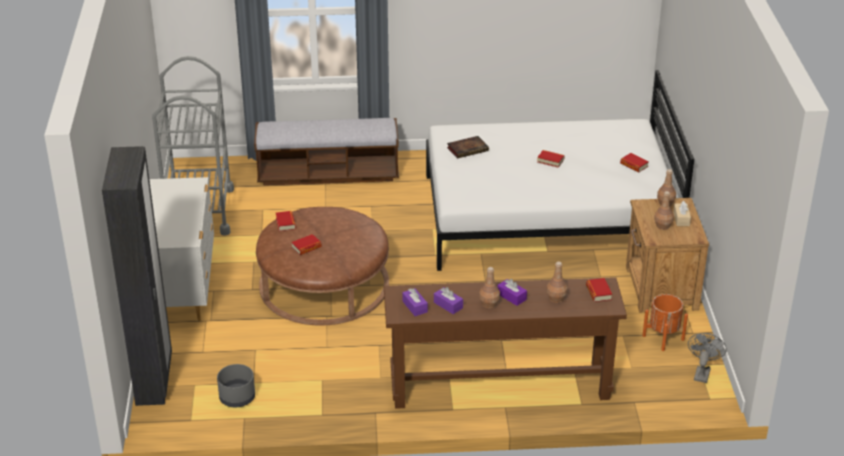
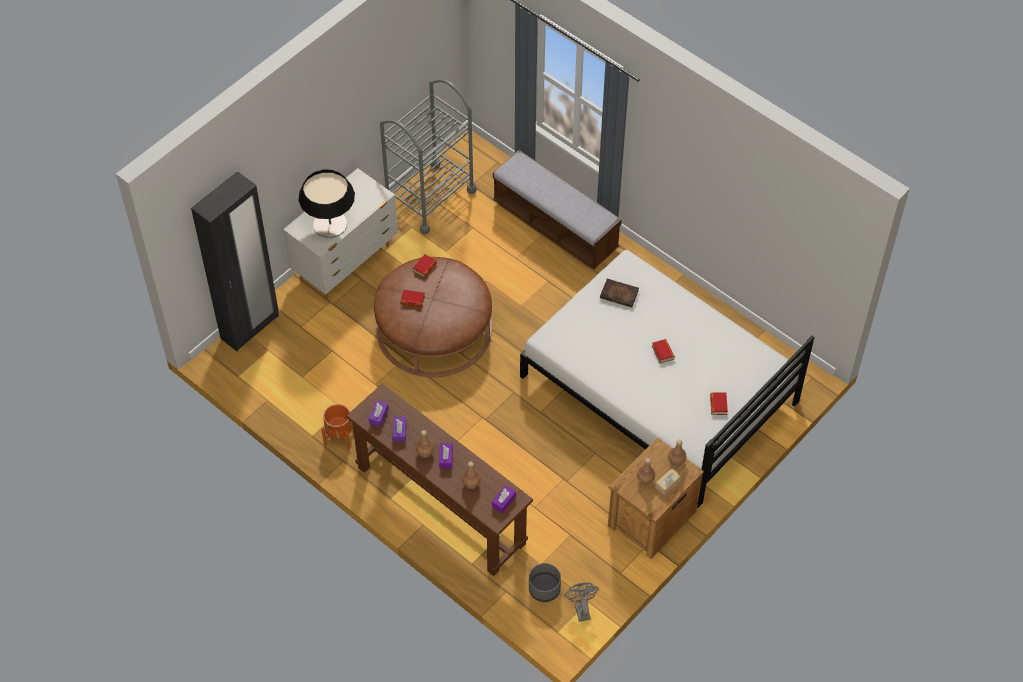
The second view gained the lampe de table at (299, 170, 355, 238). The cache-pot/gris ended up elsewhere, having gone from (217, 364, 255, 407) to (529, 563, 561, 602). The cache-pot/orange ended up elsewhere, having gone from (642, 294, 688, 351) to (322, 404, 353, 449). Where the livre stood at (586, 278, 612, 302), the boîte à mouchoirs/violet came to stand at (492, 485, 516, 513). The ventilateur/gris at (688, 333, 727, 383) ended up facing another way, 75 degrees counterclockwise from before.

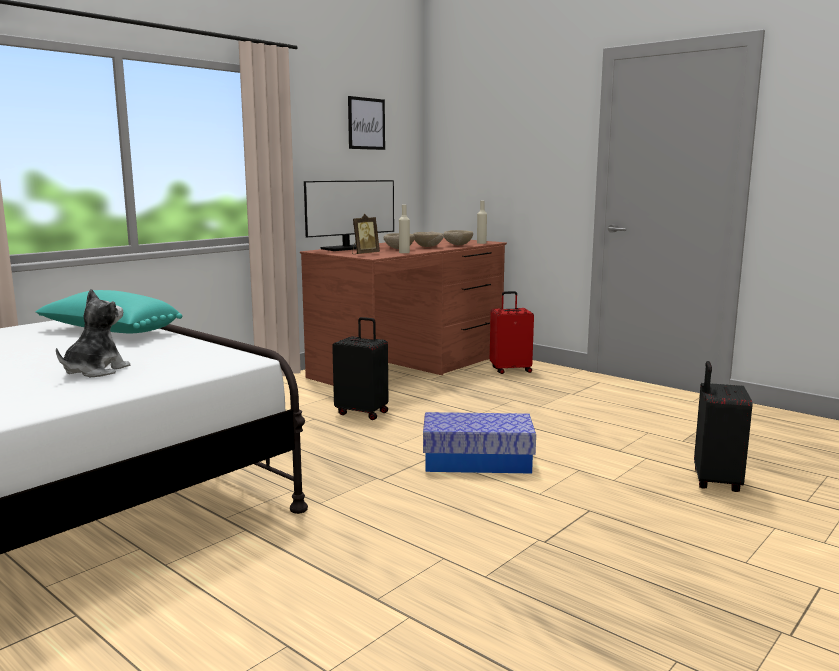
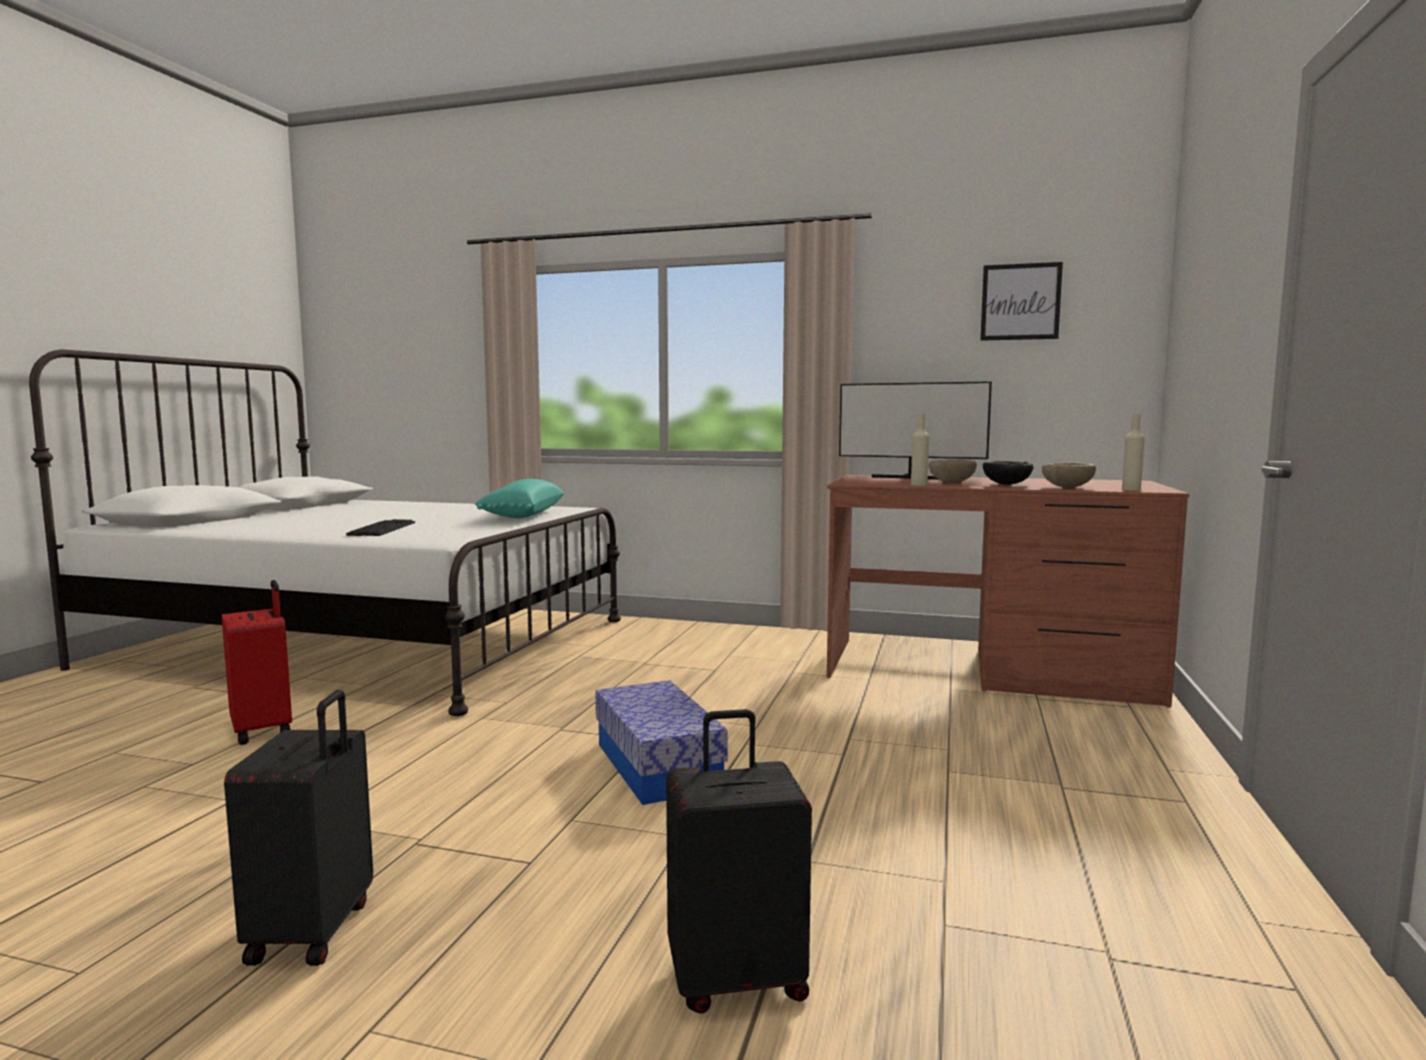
The second view lost the cadre photo at (352, 214, 380, 254). The valise/noir ended up elsewhere, having gone from (332, 317, 388, 420) to (224, 690, 373, 966). The valise/rouge ended up elsewhere, having gone from (490, 291, 534, 374) to (222, 580, 292, 745). Where the peluche stood at (56, 289, 130, 377), the clavier came to stand at (346, 519, 415, 536). What was the bol/beige at (414, 231, 444, 247) turned into the bol/noir at (983, 461, 1034, 485).

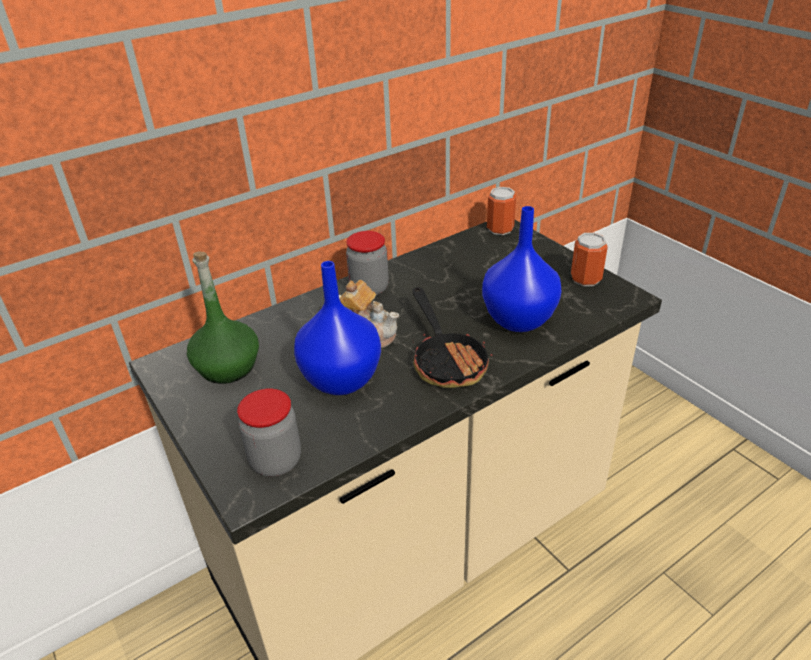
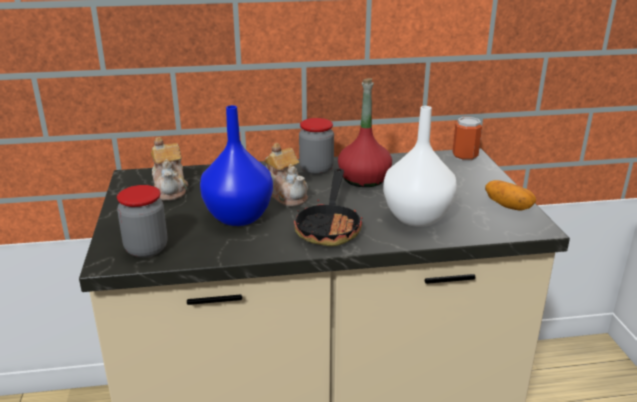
The second view gained the bouteille/rouge at (338, 78, 392, 187). Where the bouteille/vert stood at (187, 252, 259, 384), the théière came to stand at (151, 137, 188, 200). Where the boîte métallique stood at (571, 233, 608, 286), the pomme de terre came to stand at (485, 180, 536, 210). What was the vase/bleu at (482, 206, 561, 332) turned into the vase/blanc at (384, 106, 457, 227).

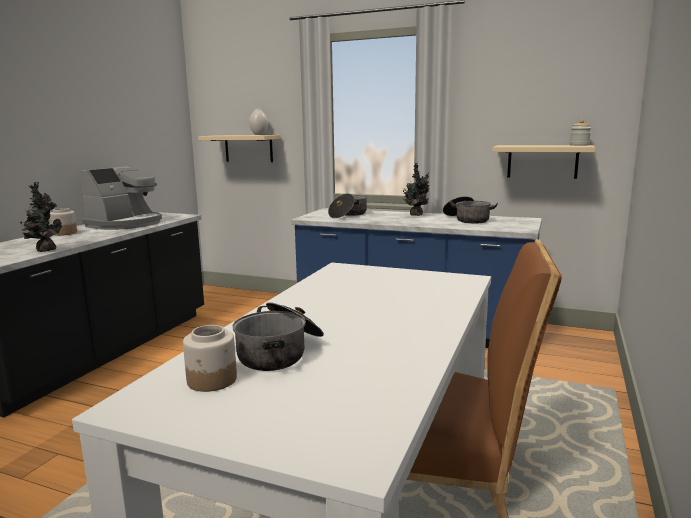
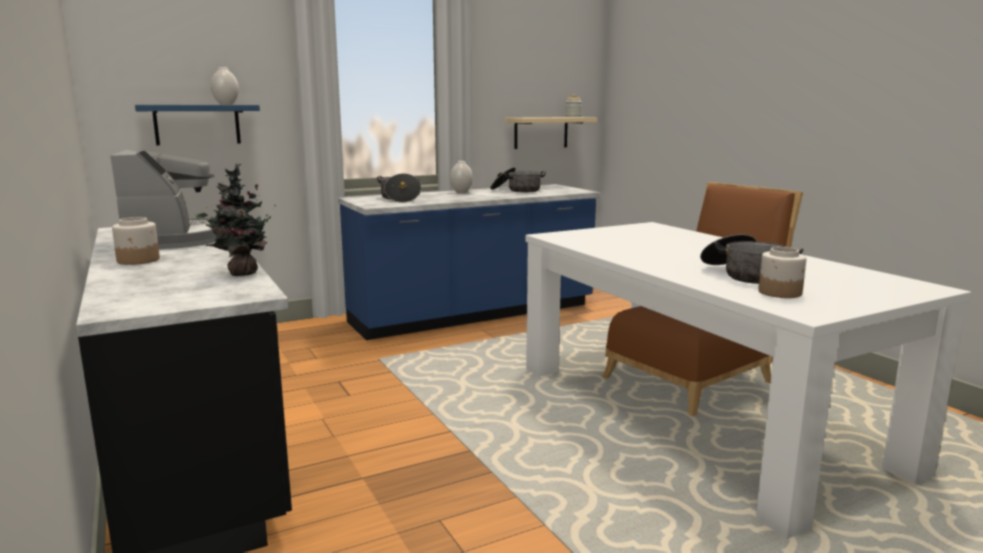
Where the plante en pot stood at (402, 163, 429, 216), the vase/blanc came to stand at (450, 161, 473, 193). What was the étagère/beige at (198, 135, 281, 162) turned into the étagère/bleu at (135, 105, 260, 145).

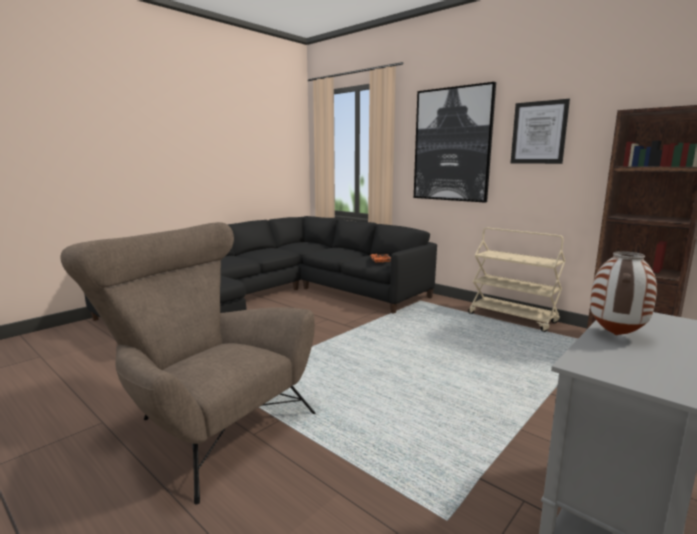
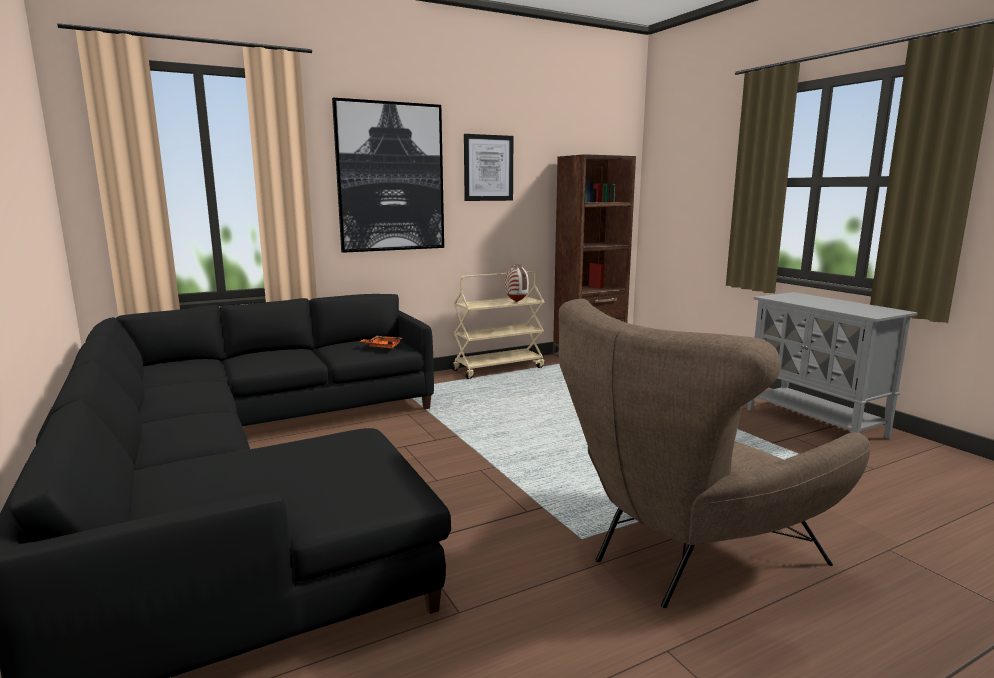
The vase ended up elsewhere, having gone from (590, 251, 657, 335) to (505, 265, 529, 302).

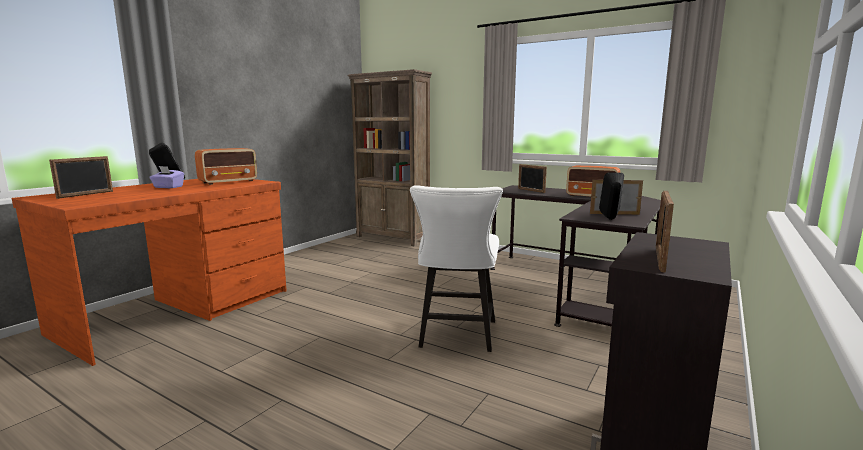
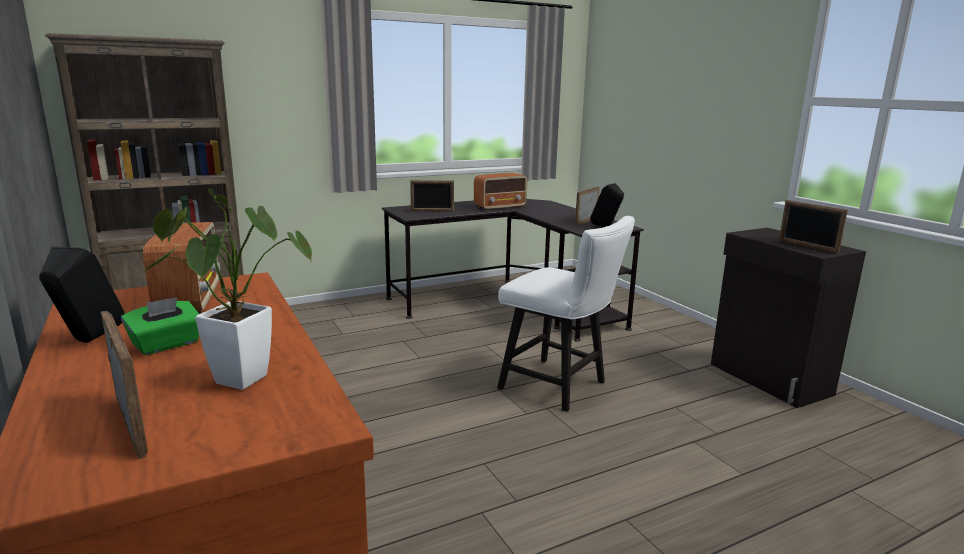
The second view gained the plante en pot at (143, 188, 312, 390). What was the boîte à mouchoirs/violet at (149, 166, 184, 188) turned into the boîte à mouchoirs/vert at (121, 297, 199, 355).

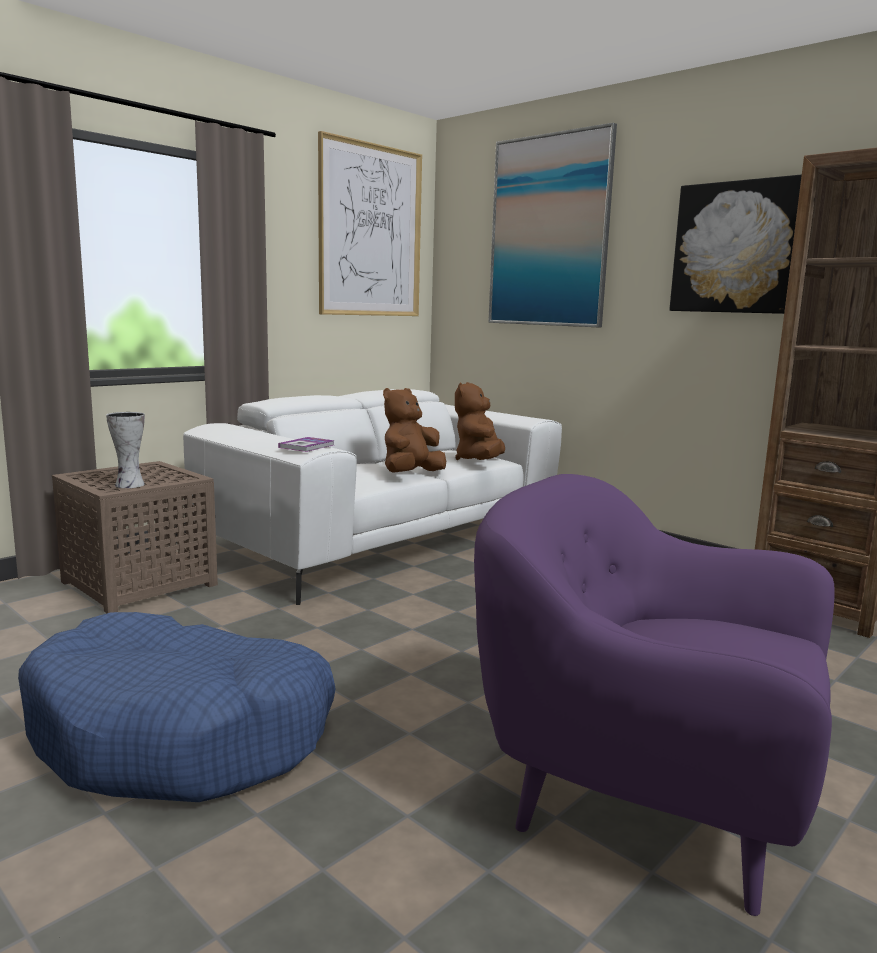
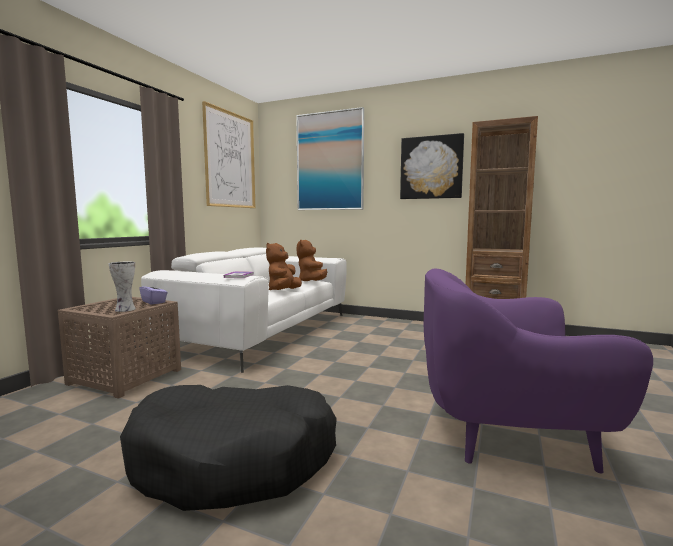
The second view gained the boîte à mouchoirs/violet at (139, 281, 168, 305). What was the panier pour chien/bleu at (18, 612, 336, 802) turned into the panier pour chien/noir at (120, 385, 337, 511).

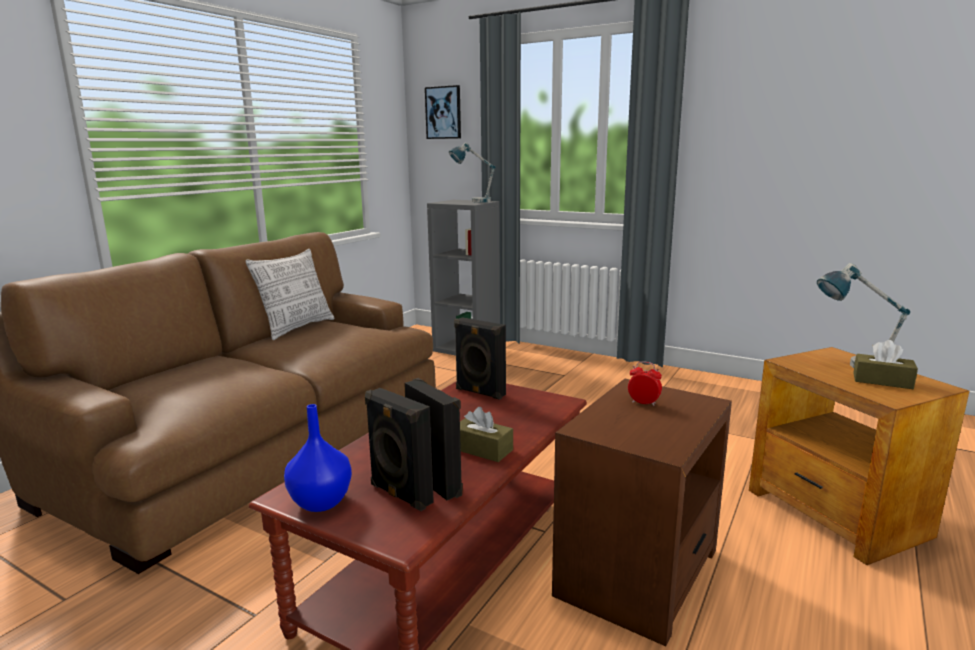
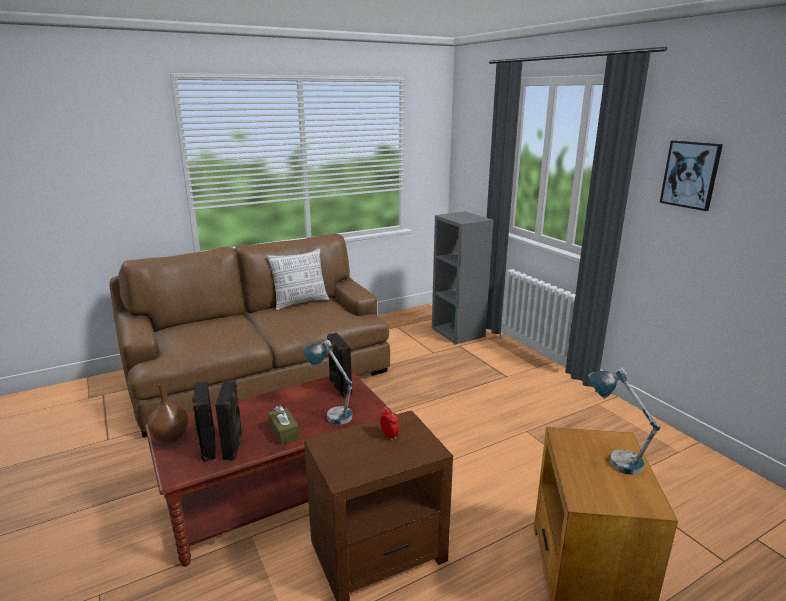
The second view lost the boîte à mouchoirs/marron at (853, 340, 918, 389). The tableau ended up elsewhere, having gone from (425, 85, 461, 139) to (660, 140, 723, 211). The lampe de table ended up elsewhere, having gone from (449, 142, 496, 203) to (303, 340, 353, 425). What was the vase/bleu at (284, 404, 352, 512) turned into the vase/marron at (148, 383, 188, 443).

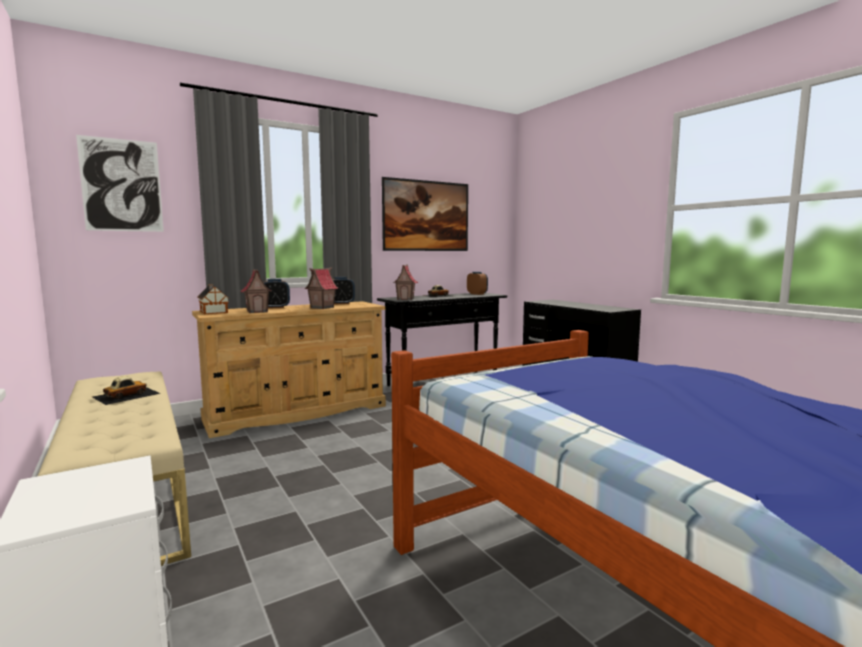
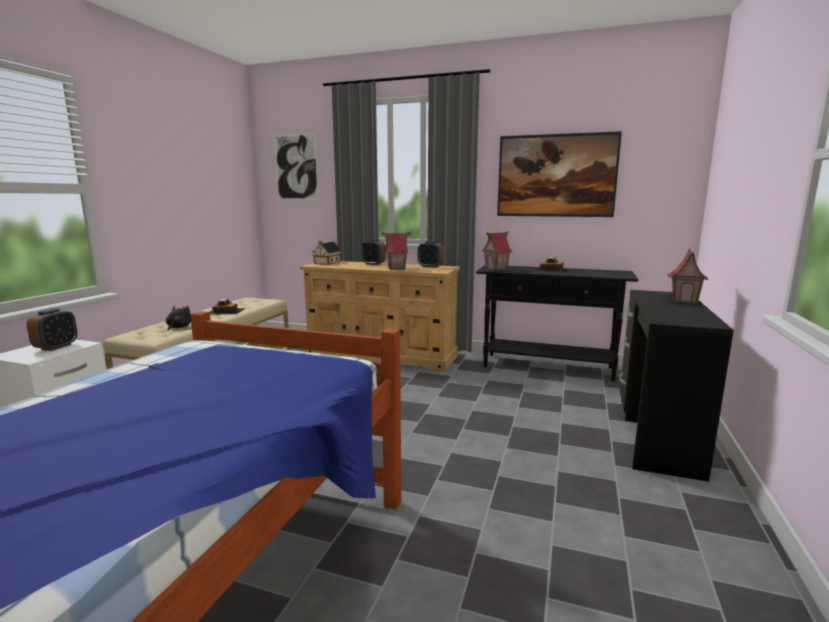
The second view gained the peluche/noir at (166, 306, 191, 331). The maison miniature ended up elsewhere, having gone from (240, 268, 273, 313) to (667, 249, 709, 304). The réveil ended up elsewhere, having gone from (467, 272, 488, 295) to (27, 308, 78, 351).

